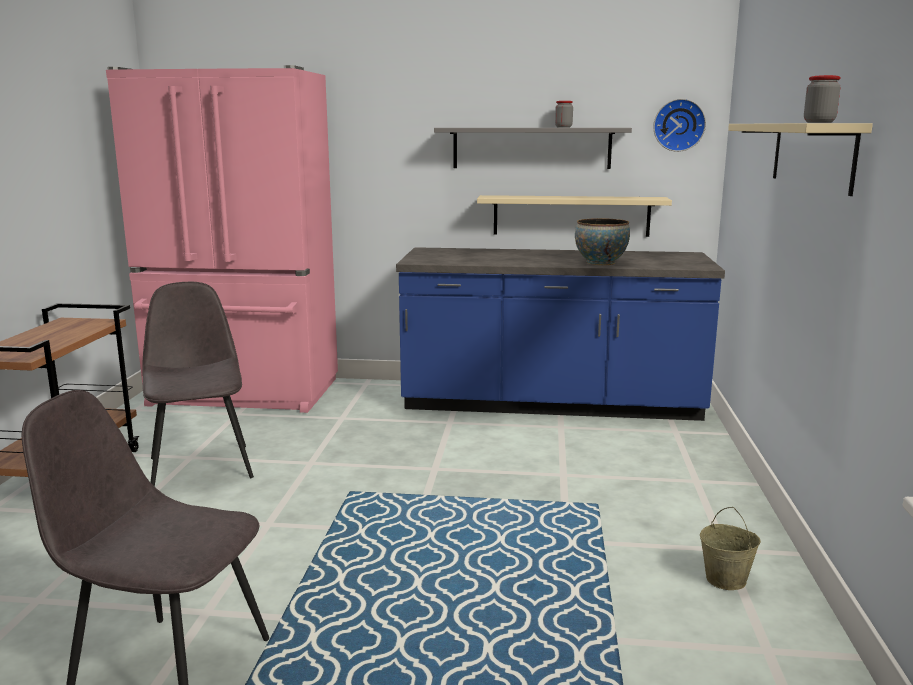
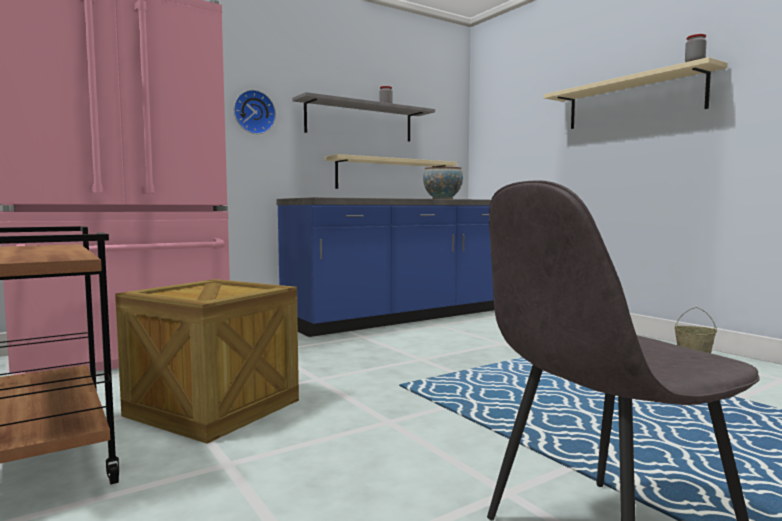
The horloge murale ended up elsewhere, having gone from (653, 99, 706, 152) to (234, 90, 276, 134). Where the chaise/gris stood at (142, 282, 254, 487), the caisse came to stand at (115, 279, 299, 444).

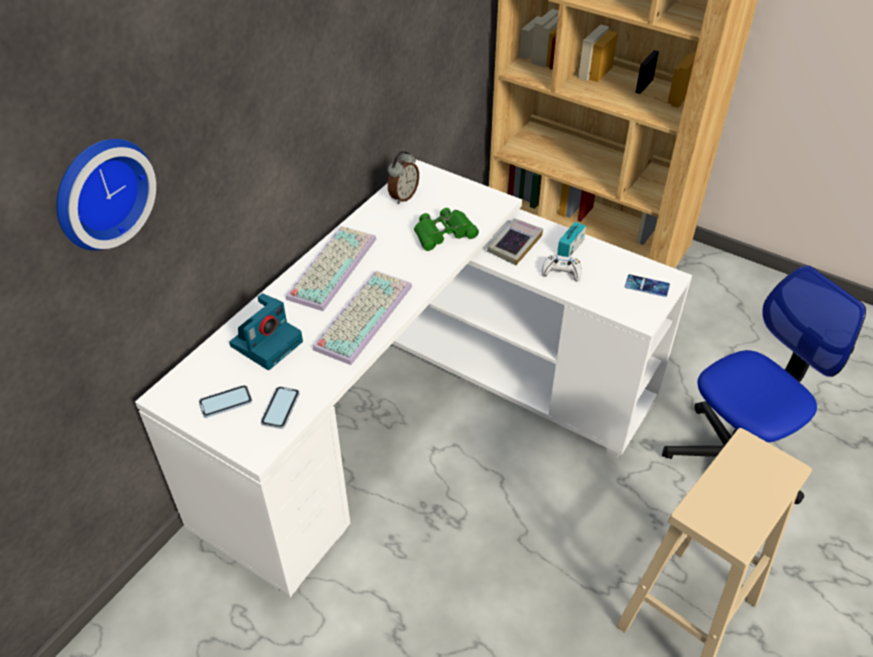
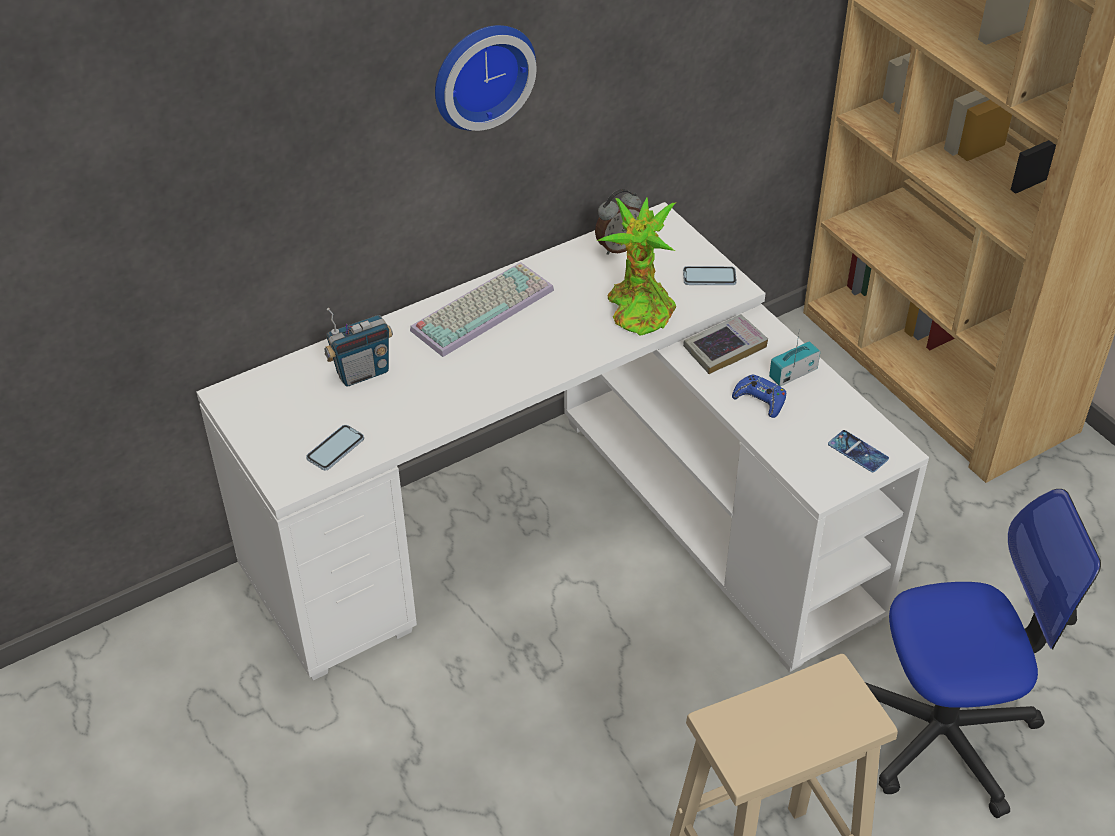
The second view lost the clavier at (313, 271, 412, 365). The horloge murale ended up elsewhere, having gone from (56, 139, 156, 250) to (435, 25, 536, 131). The téléphone ended up elsewhere, having gone from (199, 385, 252, 418) to (683, 266, 737, 285). Where the appareil photo stood at (229, 293, 303, 370), the radio came to stand at (324, 308, 393, 387). Where the jumelles/vert stood at (414, 208, 479, 251), the plante en pot came to stand at (596, 198, 676, 336). What was the manette/blanc at (542, 255, 582, 281) turned into the manette/bleu at (732, 375, 786, 418).

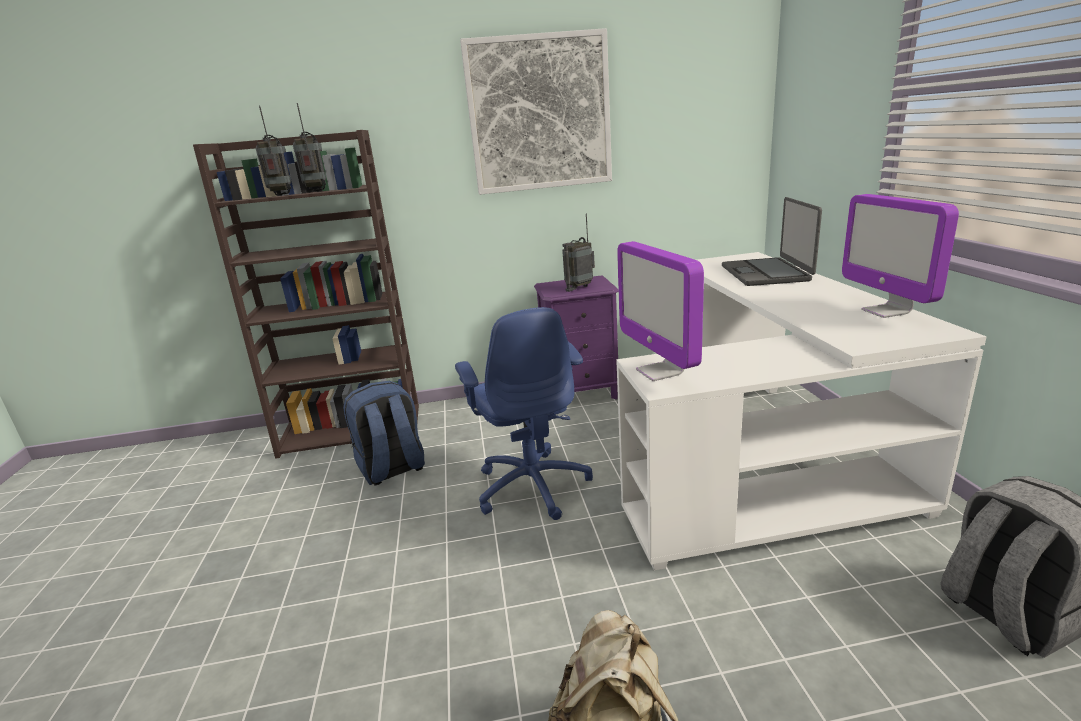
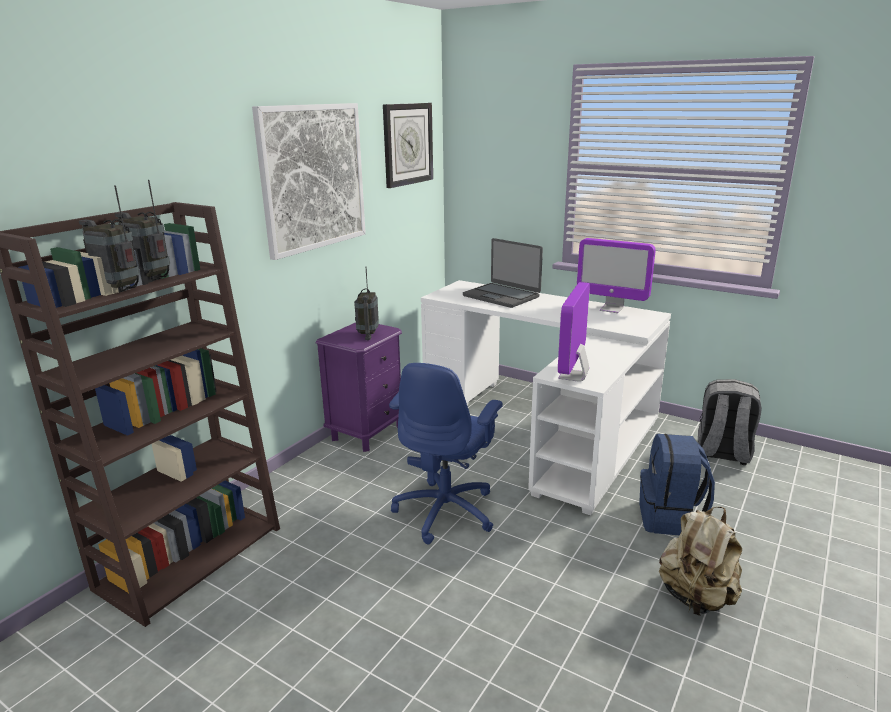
The second view gained the horloge murale at (383, 103, 433, 188). The sac à dos/bleu ended up elsewhere, having gone from (343, 381, 425, 486) to (639, 434, 715, 536). The chaise de bureau/bleu at (455, 307, 593, 520) ended up facing another way, 90 degrees clockwise from before. The écran d'ordinateur at (617, 241, 704, 381) ended up facing another way, 90 degrees clockwise from before.

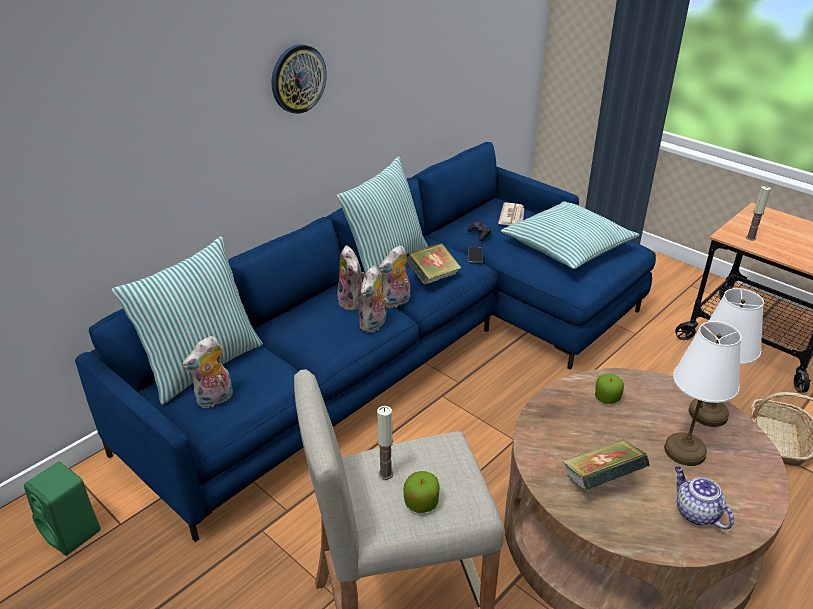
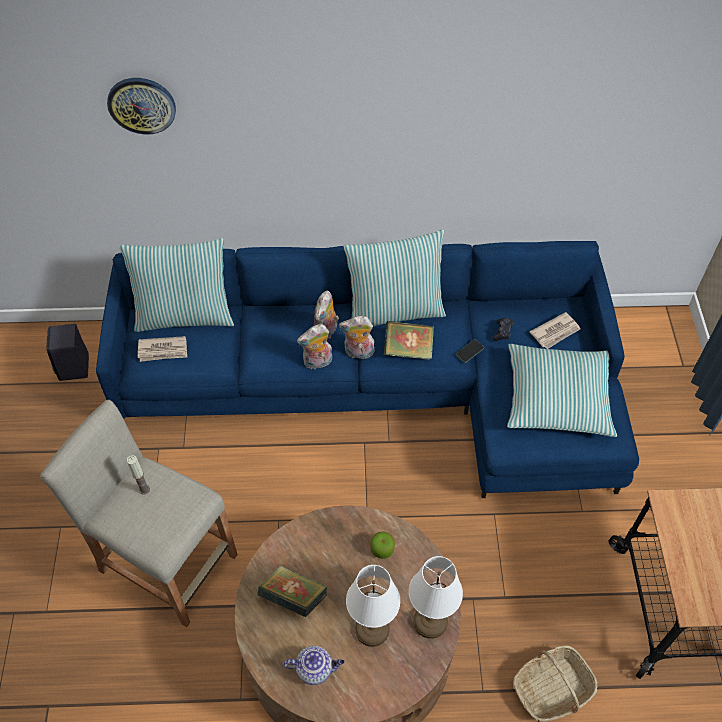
The second view lost the pomme at (404, 471, 440, 513). The second view lost the bougie at (746, 186, 771, 241). The horloge murale ended up elsewhere, having gone from (272, 44, 327, 114) to (107, 78, 176, 134). Where the peluche stood at (182, 336, 233, 408), the journal came to stand at (138, 336, 187, 362). What was the enceinte/vert at (24, 462, 101, 556) turned into the enceinte/noir at (46, 324, 89, 381). The théière at (675, 466, 734, 530) ended up facing another way, 75 degrees clockwise from before.

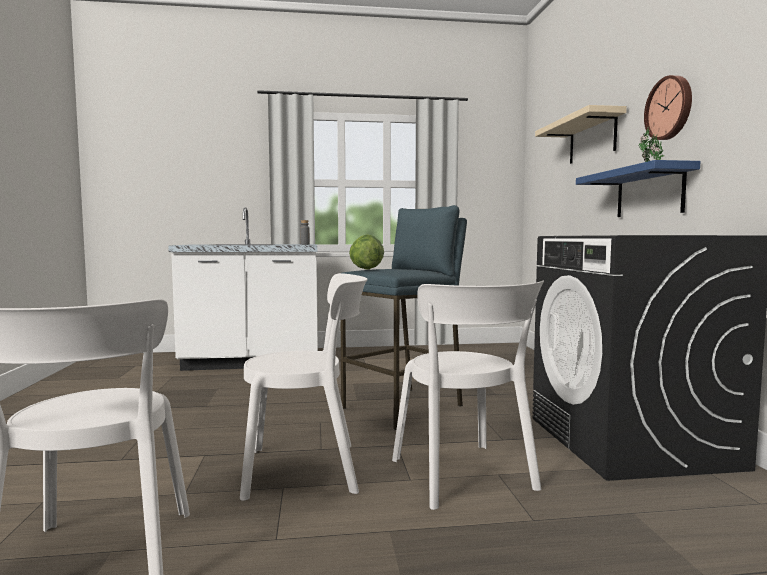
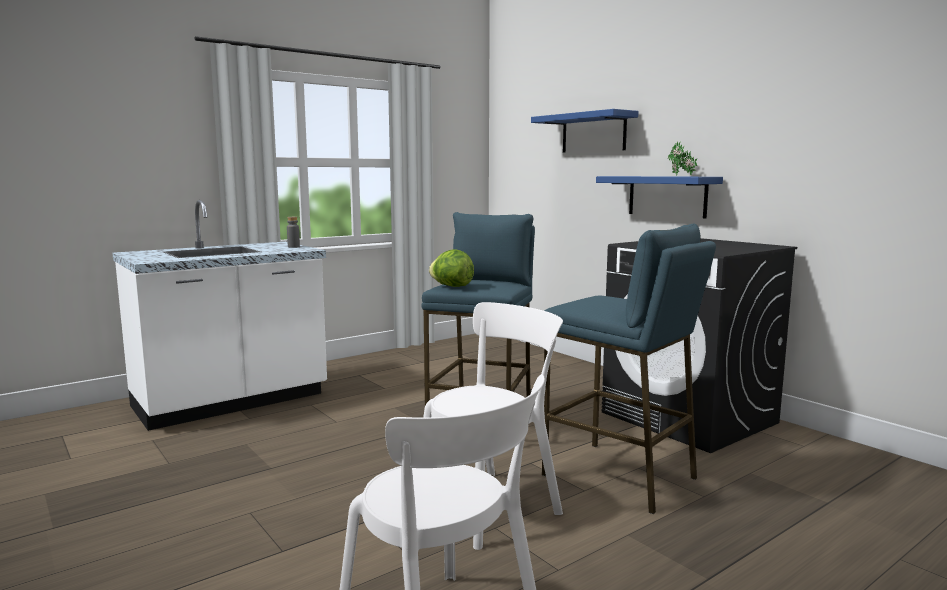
The second view lost the horloge murale at (644, 75, 692, 140). Where the chaise/blanc stood at (392, 281, 544, 510), the tabouret/bleu came to stand at (542, 224, 716, 514). What was the étagère/beige at (535, 105, 627, 164) turned into the étagère/bleu at (531, 109, 639, 152).

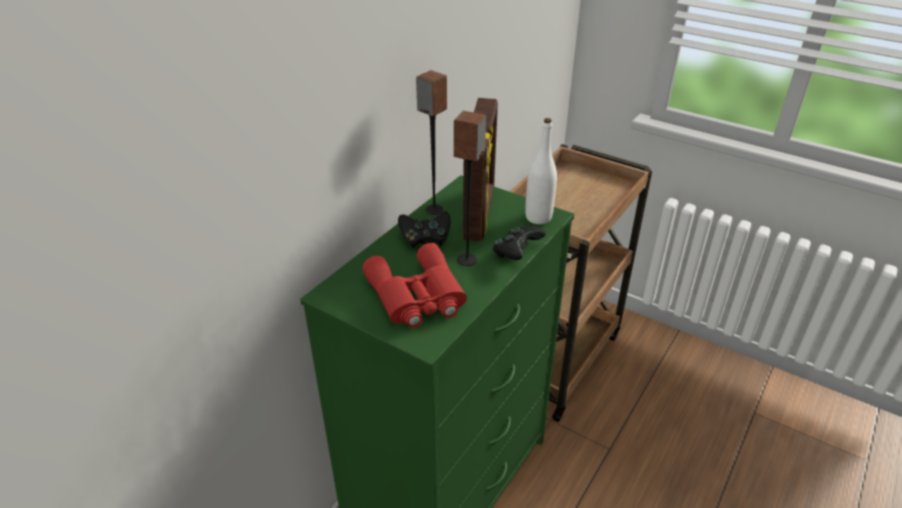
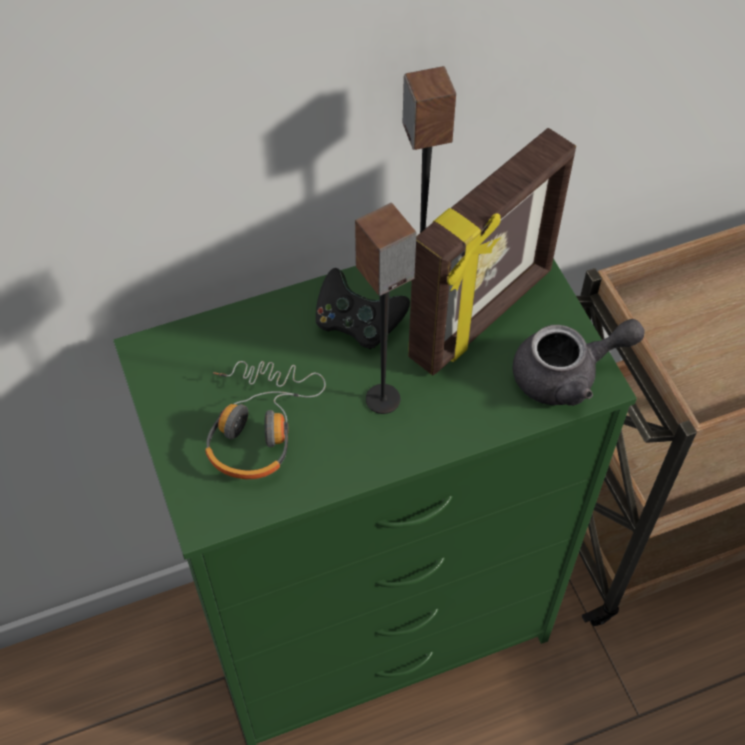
The second view lost the manette/noir at (493, 226, 546, 260). Where the jumelles/rouge stood at (363, 243, 467, 328), the casque audio came to stand at (205, 361, 326, 479). Where the bouteille/blanc stood at (525, 118, 557, 224), the théière/gris came to stand at (513, 319, 645, 406).

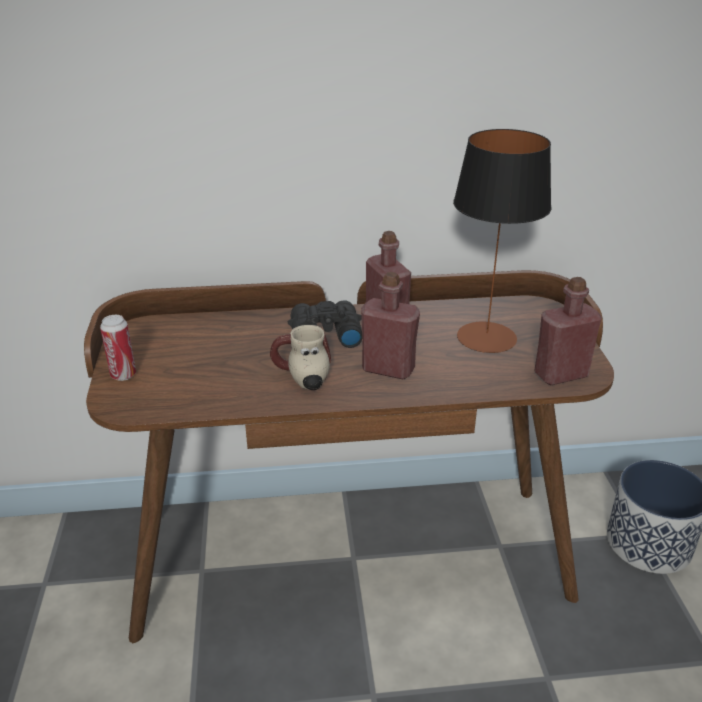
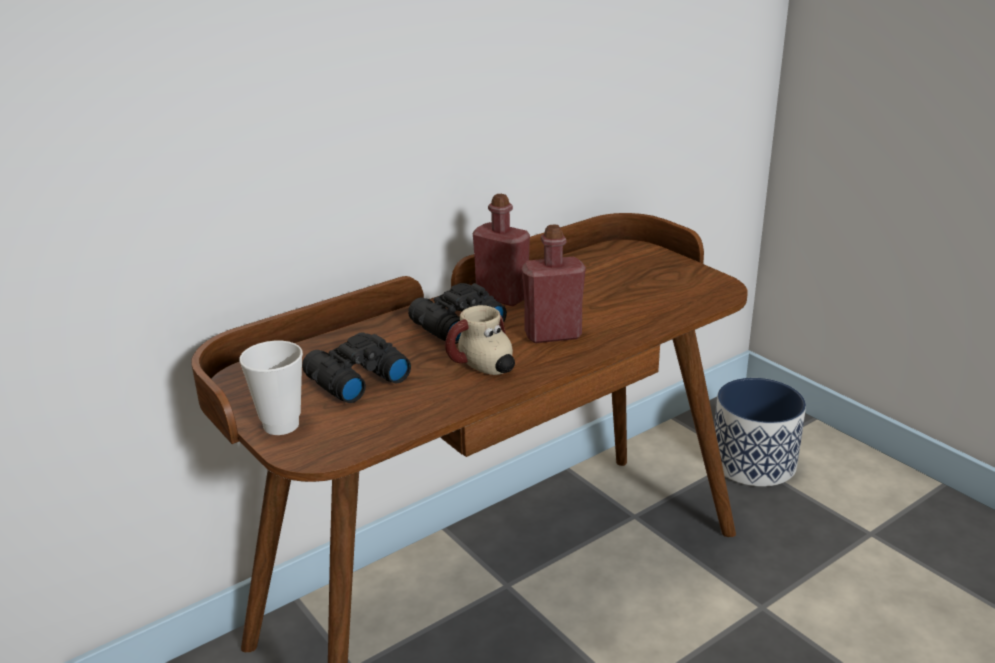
The second view lost the lampe de table at (453, 129, 552, 353). The second view lost the bouteille/rouge at (535, 277, 602, 385). The second view gained the jumelles/noir at (302, 332, 411, 403). Where the boîte métallique stood at (100, 315, 136, 381), the tasse came to stand at (239, 341, 303, 435).

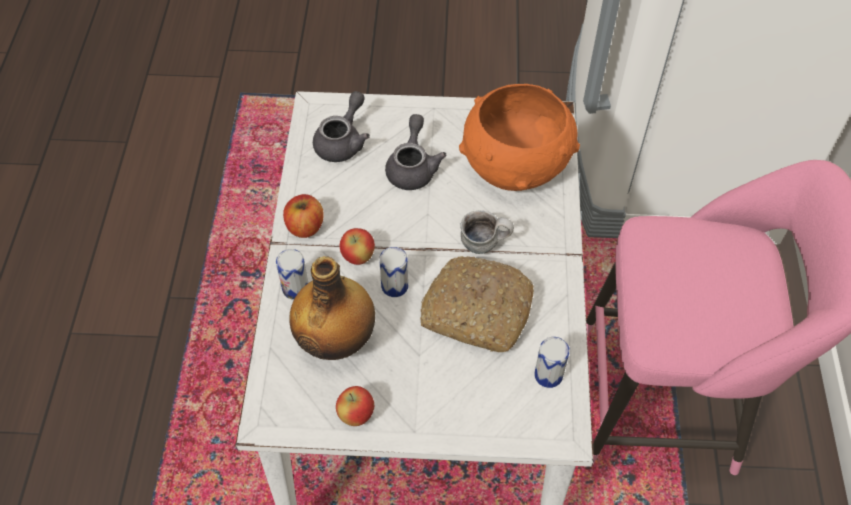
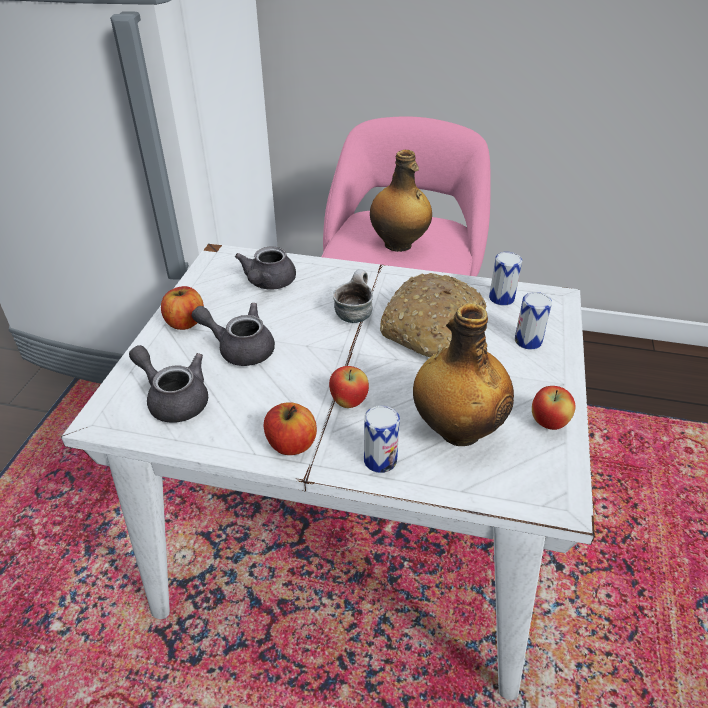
The second view gained the pomme at (161, 286, 204, 330). The second view gained the bouteille at (370, 150, 432, 252). The boîte métallique ended up elsewhere, having gone from (379, 247, 408, 297) to (515, 292, 552, 350). Where the bol/orange stood at (459, 84, 580, 191), the théière/gris came to stand at (235, 246, 296, 290).

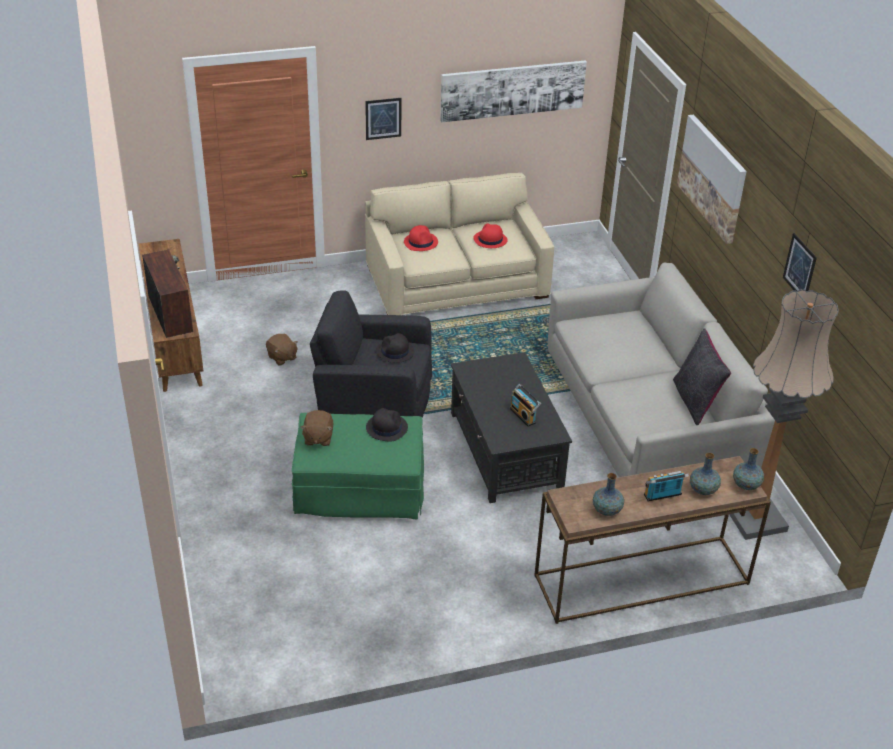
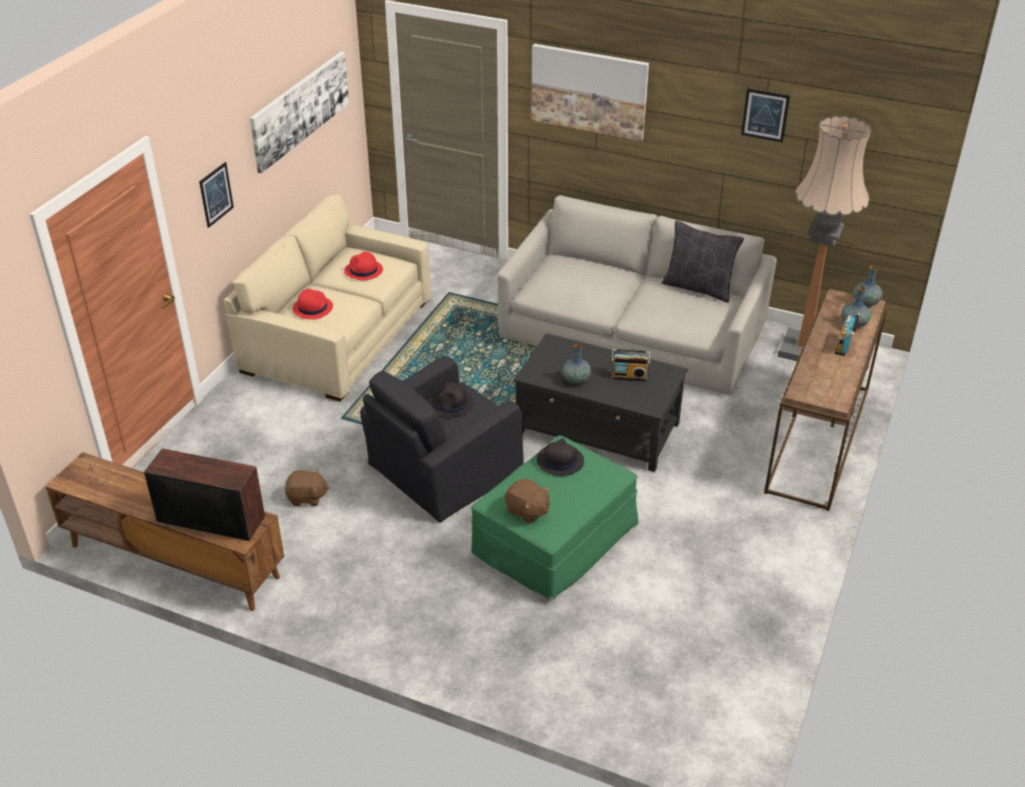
The vase ended up elsewhere, having gone from (593, 473, 624, 516) to (562, 343, 591, 384).

